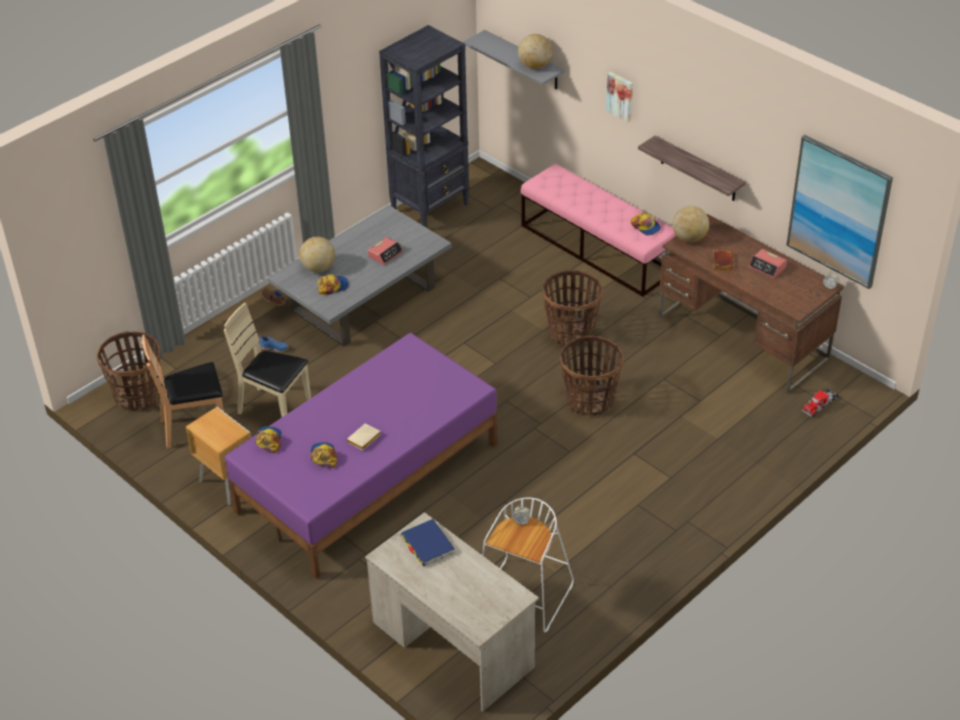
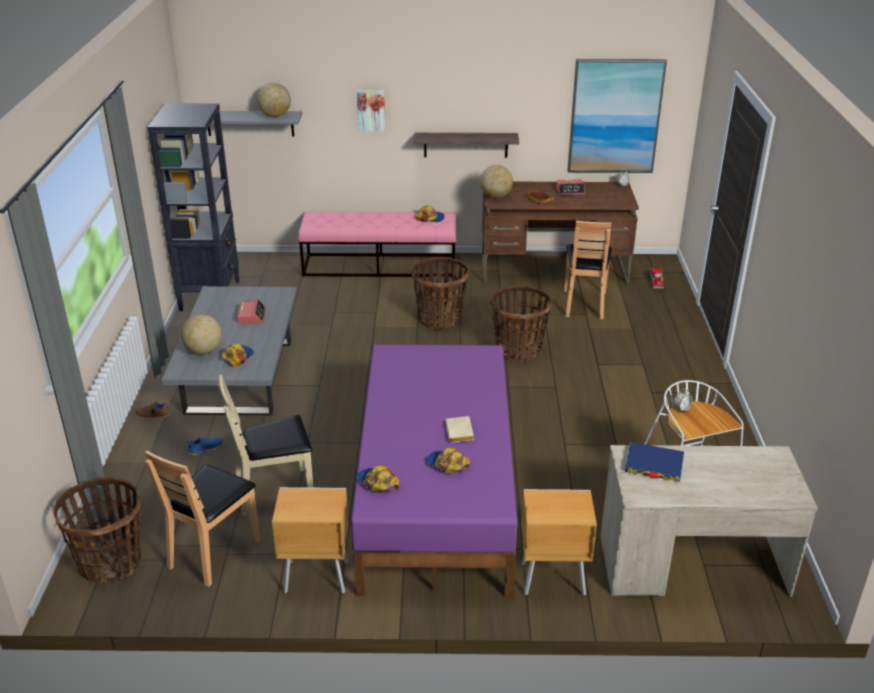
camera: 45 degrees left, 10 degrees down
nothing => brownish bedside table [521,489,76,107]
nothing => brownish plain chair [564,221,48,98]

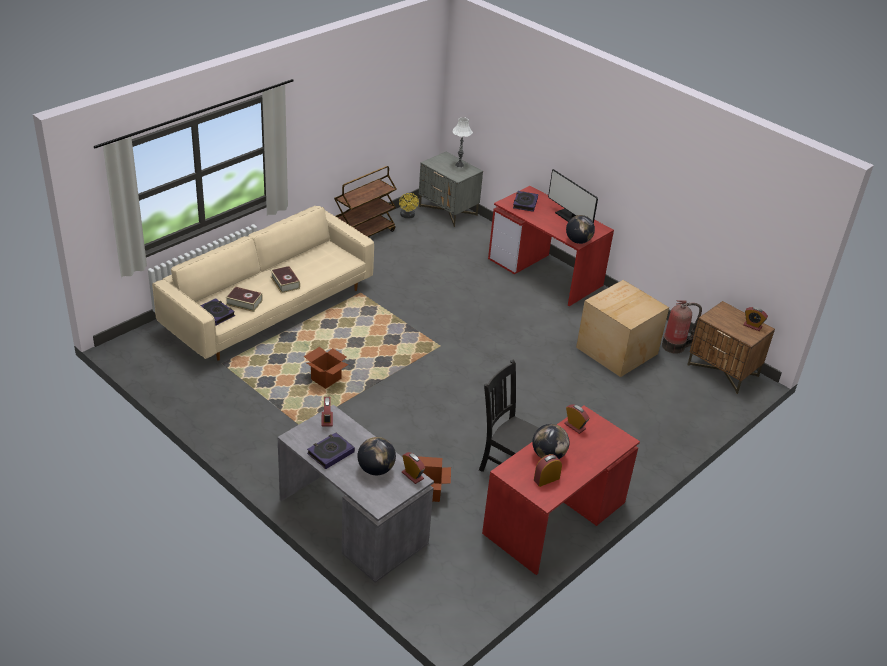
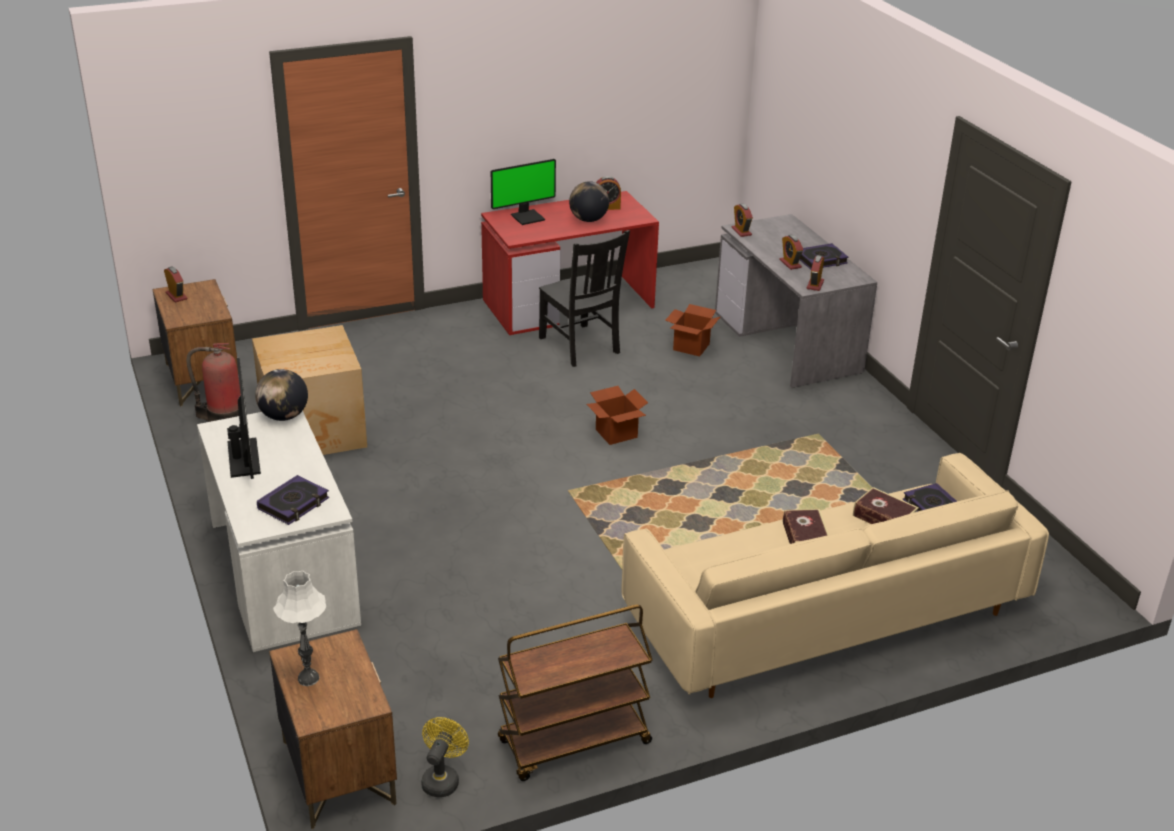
camera: 155 degrees left, 5 degrees down
world globe [357,437,39,38] => nothing
nothing => monitor [491,159,65,66]
cardboard box [304,347,45,42] => cardboard box [587,386,61,59], relocated
alarm clock [564,404,25,30] => alarm clock [779,235,24,35], relocated
grey bedside table [419,152,64,75] => brownish bedside table [269,629,128,200]
reddish desk table [488,186,126,120] => white desk table [197,411,164,241]

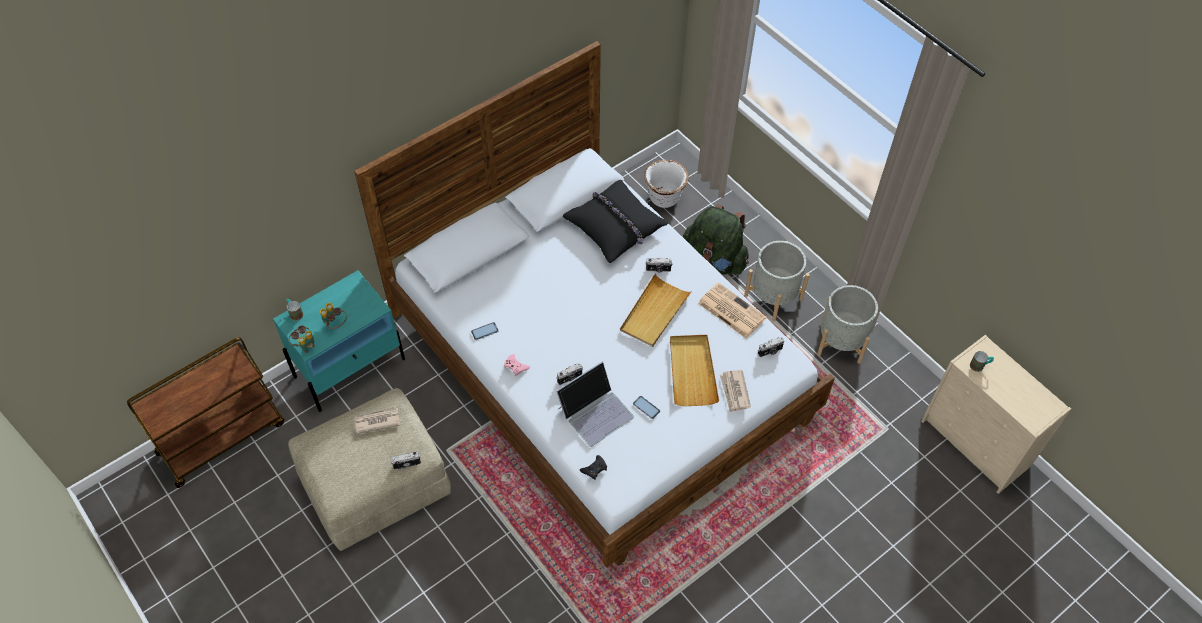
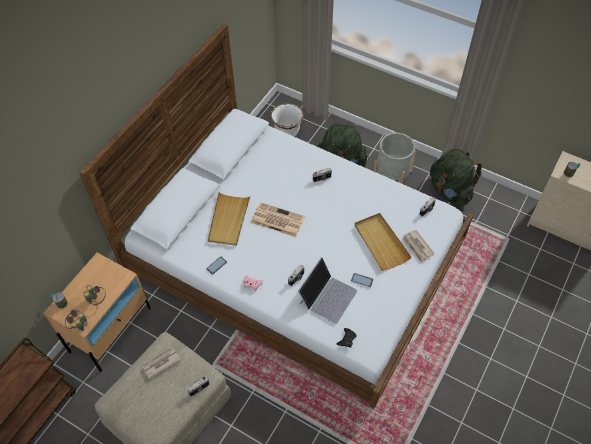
camera: 20 degrees left, 0 degrees up
blackish pillow [563,180,105,83] => nothing
beige-coloured carrying tray [620,273,72,74] => beige-coloured carrying tray [208,192,42,54], relocated
daily paper [698,282,69,56] => daily paper [251,202,54,35], relocated
grey flower pot [817,285,61,79] => green backpack [430,149,52,57]
turquoise bedside table [273,270,132,142] => beige-coloured bedside table [44,253,107,119]

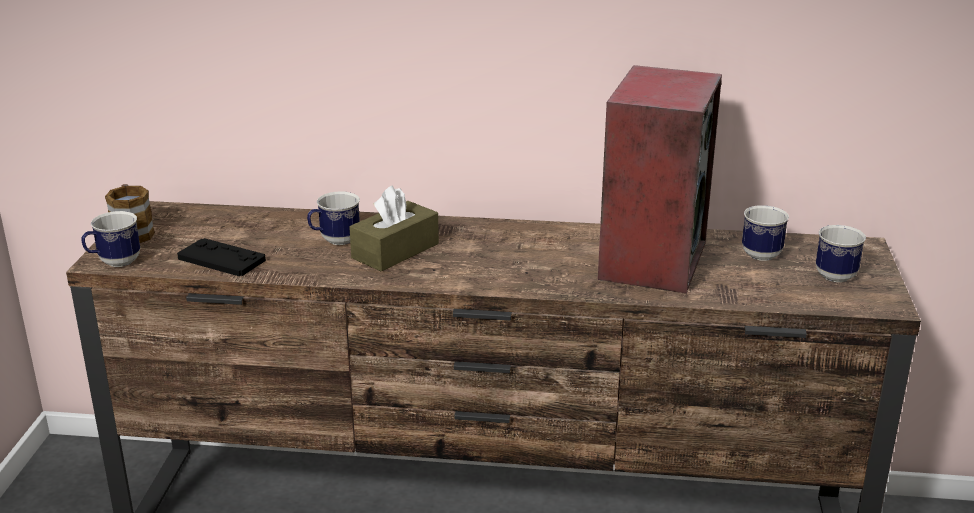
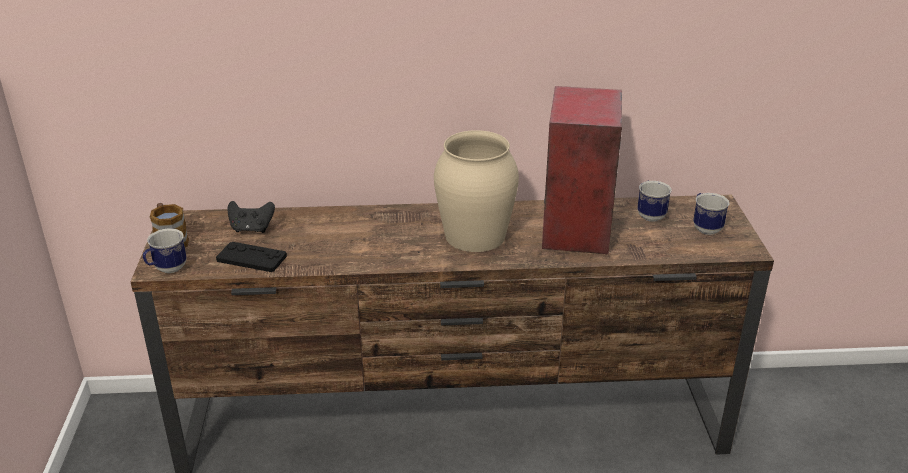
camera: 10 degrees left, 5 degrees up
mug [307,192,53,53] => nothing
brownish tissue holder [349,185,90,87] => nothing
nothing => blackish joypad [227,201,48,32]
nothing => beige-coloured flower vase [434,130,85,122]

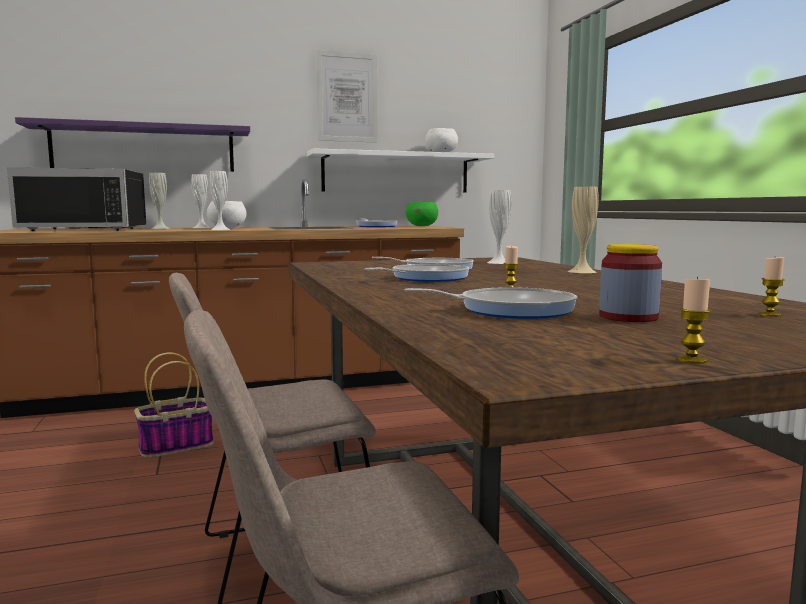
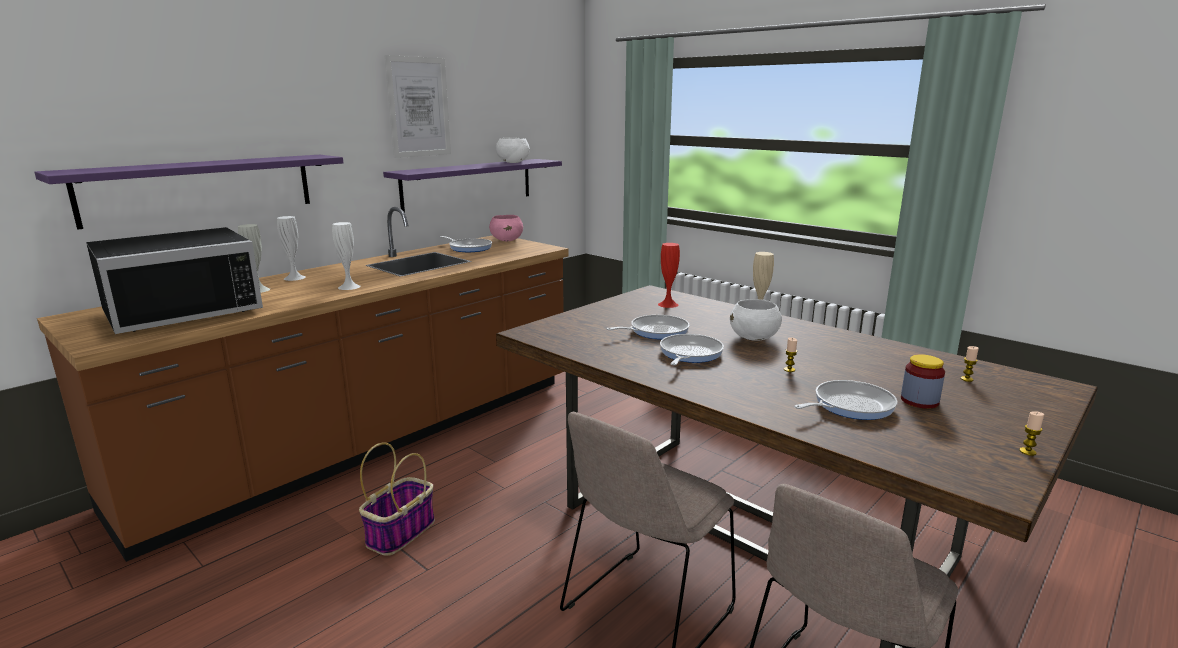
camera: 30 degrees left, 10 degrees up
white bowl [207,201,40,27] => white bowl [730,299,52,42], relocated
white shelf [307,148,187,45] => purplish shelf [383,159,179,54]
green bowl [406,202,32,24] => pink-coloured bowl [489,215,34,26]
white flower vase [487,190,24,74] => reddish flower vase [658,243,22,65]

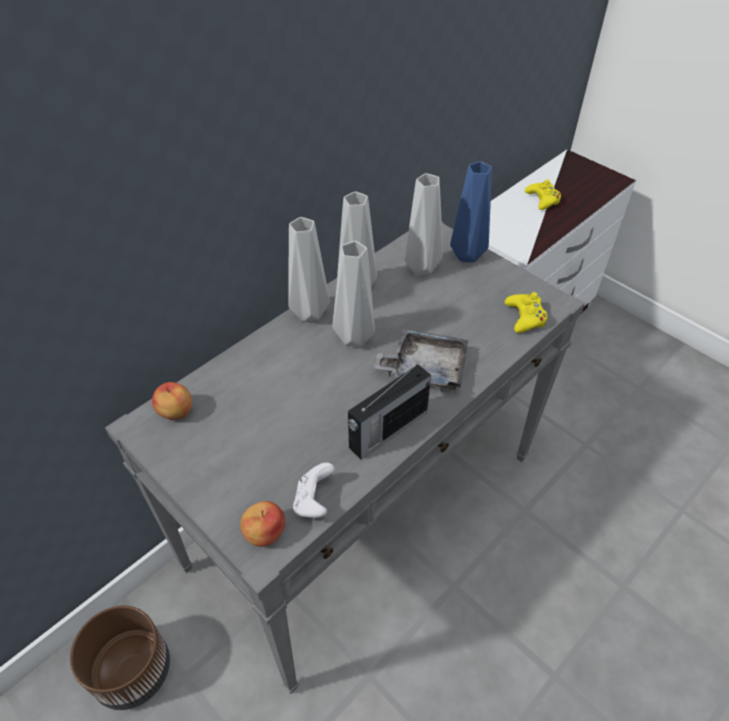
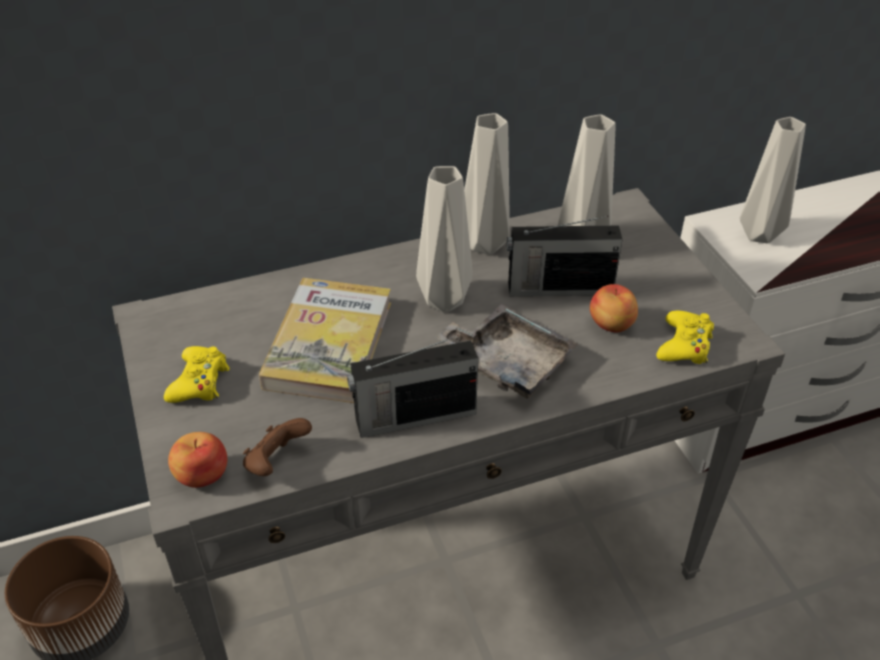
camera: 25 degrees right, 5 degrees down
blue flower vase [450,161,42,102] => nothing
nothing => volume [259,278,132,125]
nothing => radio receiver [507,216,115,80]
apple [152,382,40,38] => apple [590,284,48,48], relocated
grey flower vase [288,217,42,105] => grey flower vase [740,117,66,126], relocated
yellow-coloured joypad [525,180,36,30] => yellow-coloured joypad [164,346,66,57], relocated
white joypad [293,463,41,55] => brownish joypad [243,418,69,58]

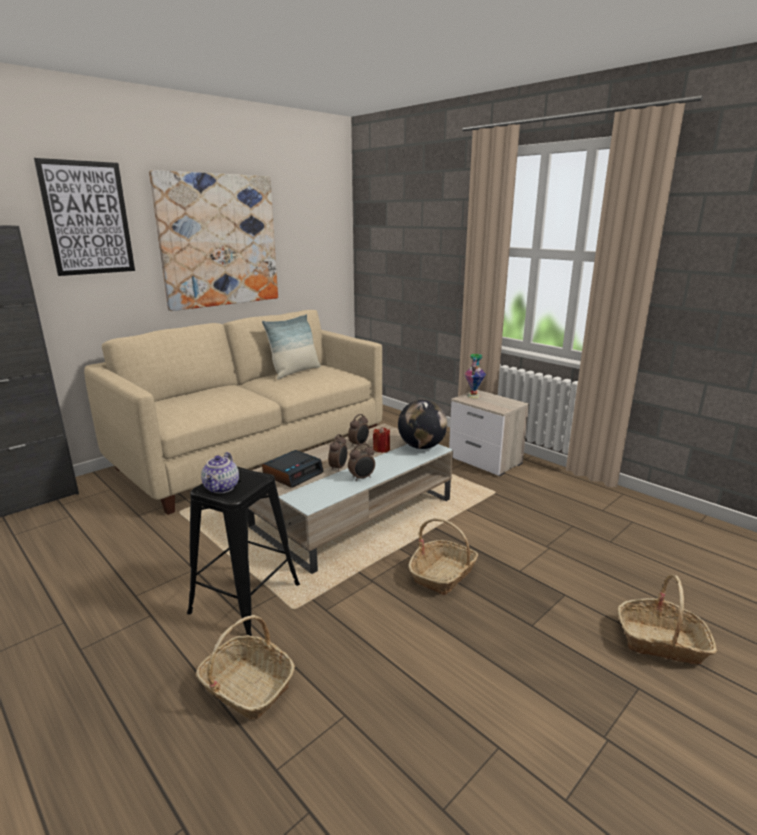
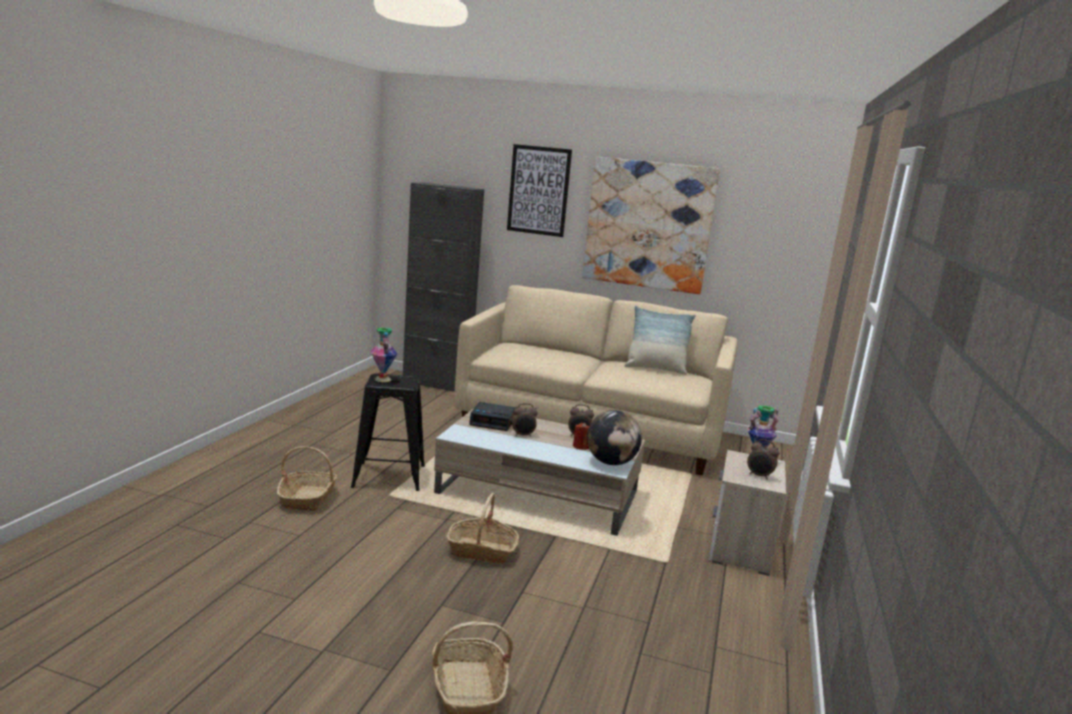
camera: 60 degrees right, 5 degrees down
alarm clock [348,443,27,38] => alarm clock [747,439,32,41], relocated
tea pot [201,452,38,42] => flower vase [370,328,27,54]

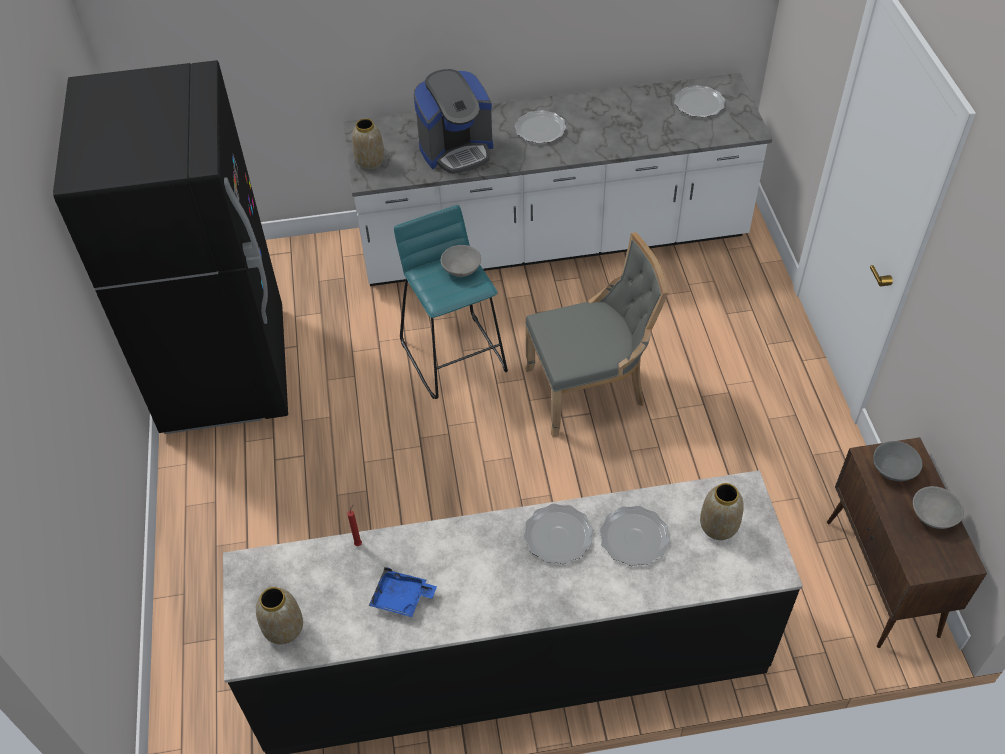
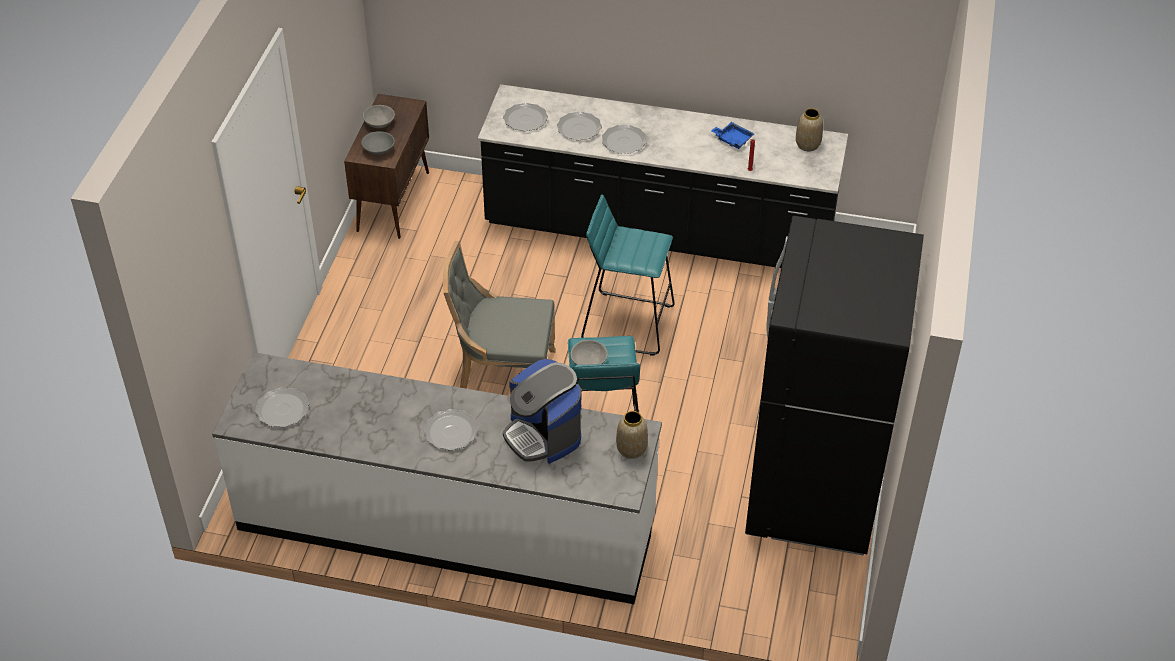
camera: 160 degrees left, 5 degrees down
nothing => turquoise sitting stool [581,194,94,162]
flower vase [700,483,44,57] => dinner plate [503,103,45,28]
coffee machine [414,69,79,105] => coffee machine [503,359,78,105], 120 degrees counterclockwise

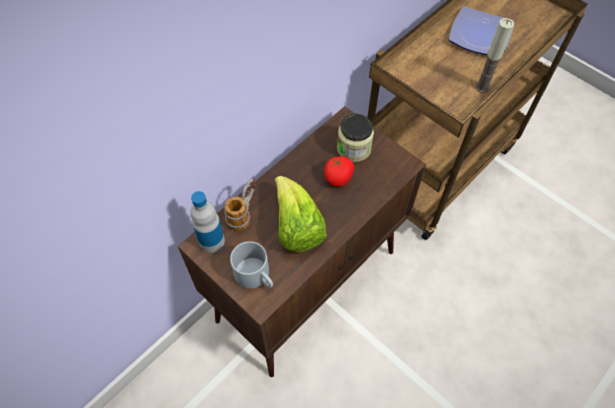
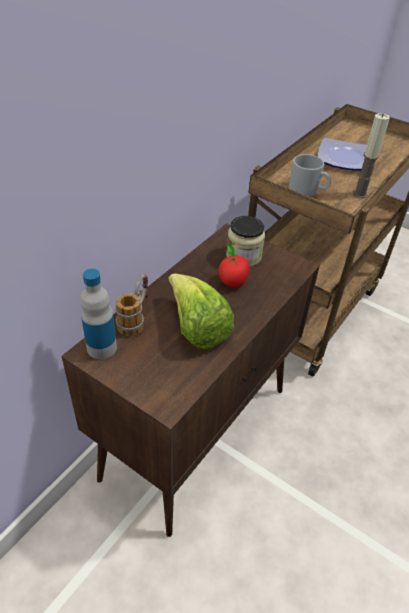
camera: 10 degrees left, 15 degrees down
grey mug [230,241,43,48] => grey mug [289,154,42,42], relocated

